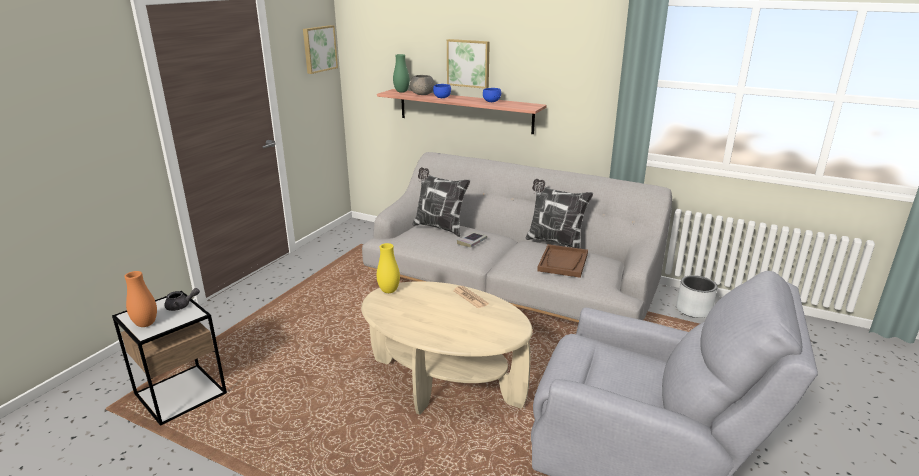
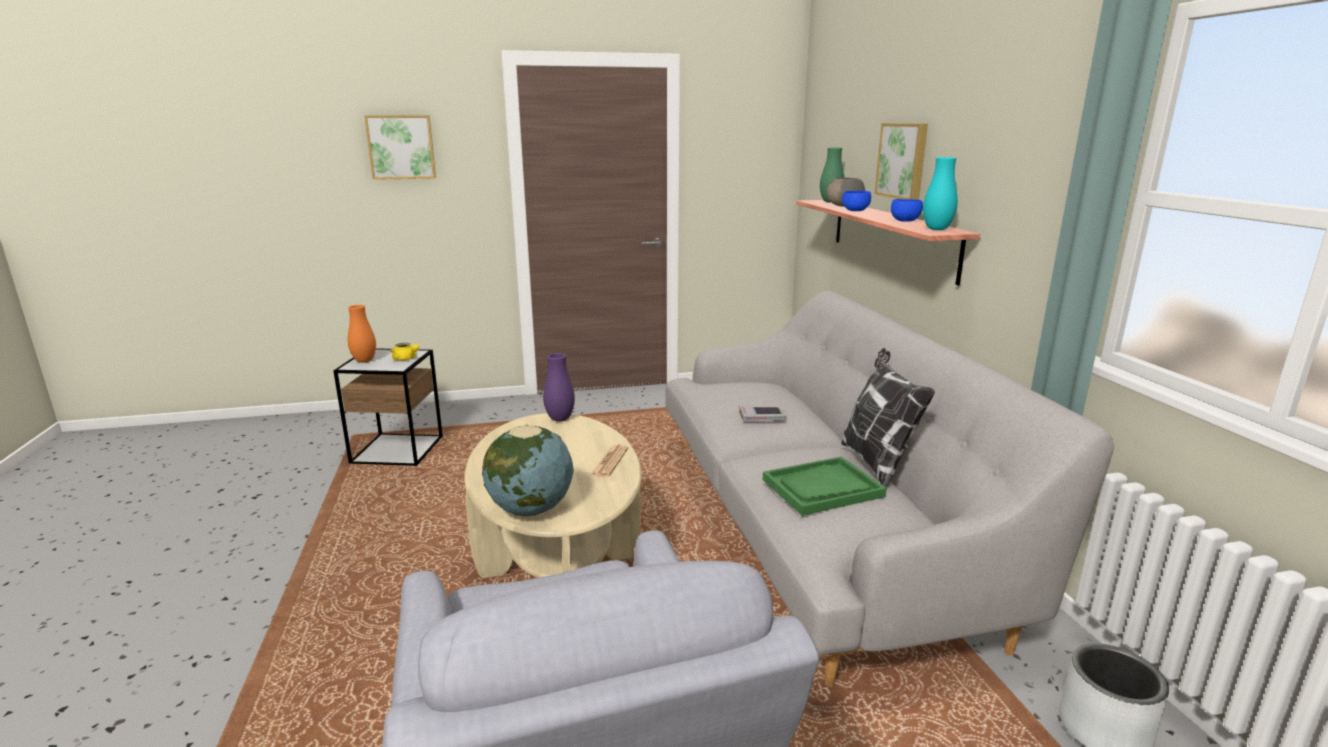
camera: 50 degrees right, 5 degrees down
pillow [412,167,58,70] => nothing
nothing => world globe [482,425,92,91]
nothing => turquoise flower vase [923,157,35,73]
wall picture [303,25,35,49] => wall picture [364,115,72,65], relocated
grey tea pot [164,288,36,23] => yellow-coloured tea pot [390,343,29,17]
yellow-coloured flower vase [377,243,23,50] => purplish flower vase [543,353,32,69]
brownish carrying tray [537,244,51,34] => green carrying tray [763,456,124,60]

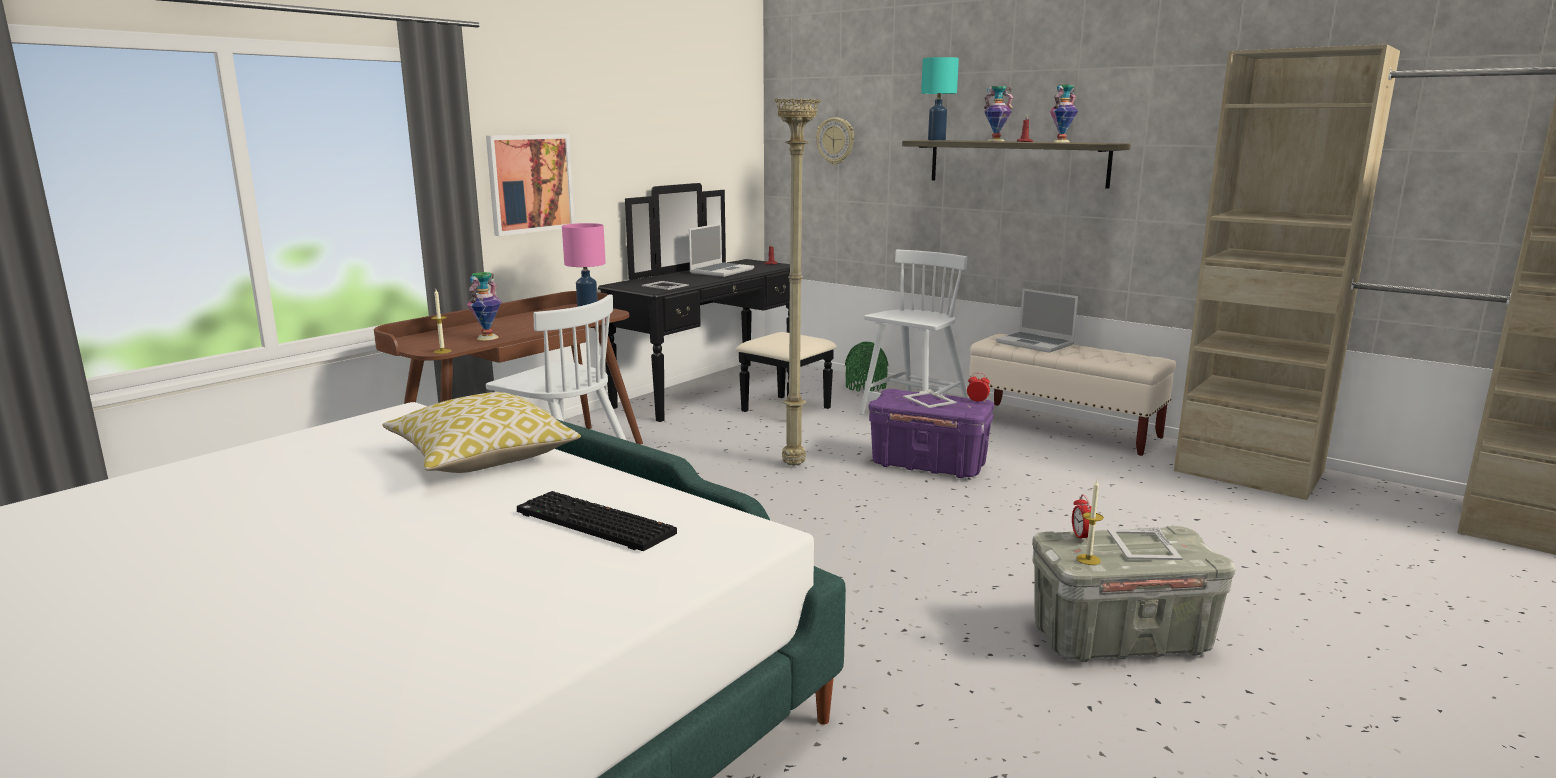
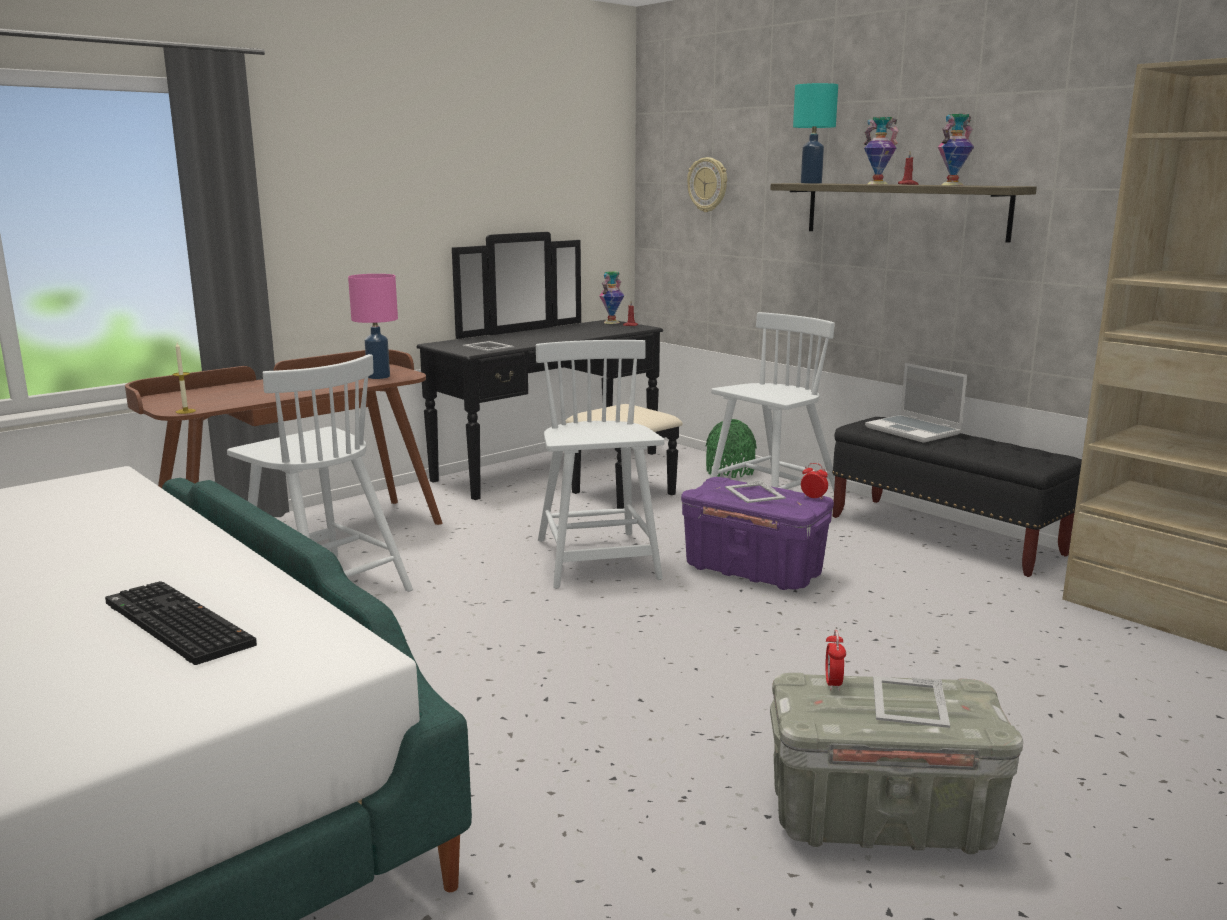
camera: 10 degrees right, 0 degrees up
pillow [382,392,199,81] => nothing
wall picture [486,134,89,102] => nothing
notebook computer [689,223,65,54] => nothing
wax light [1077,480,27,85] => nothing
flower vase [467,272,34,68] => flower vase [599,271,25,53], relocated
beige-coloured standard lamp [775,98,45,368] => white plain chair [536,340,129,249]
beige-coloured bench [969,334,207,122] => blackish bench [832,417,250,160]

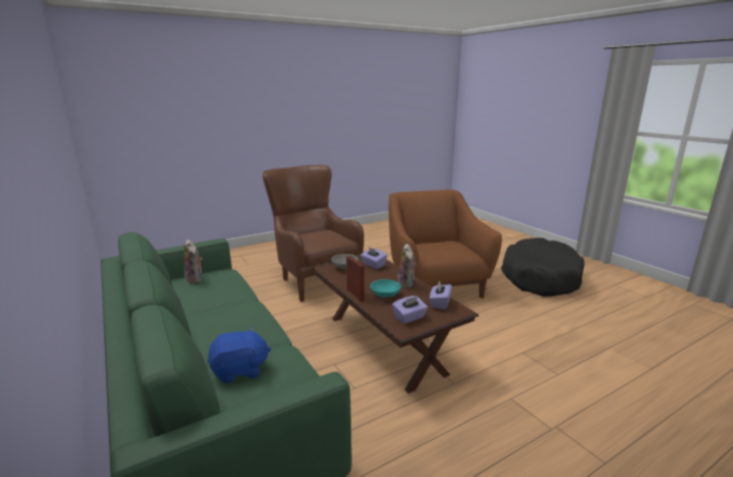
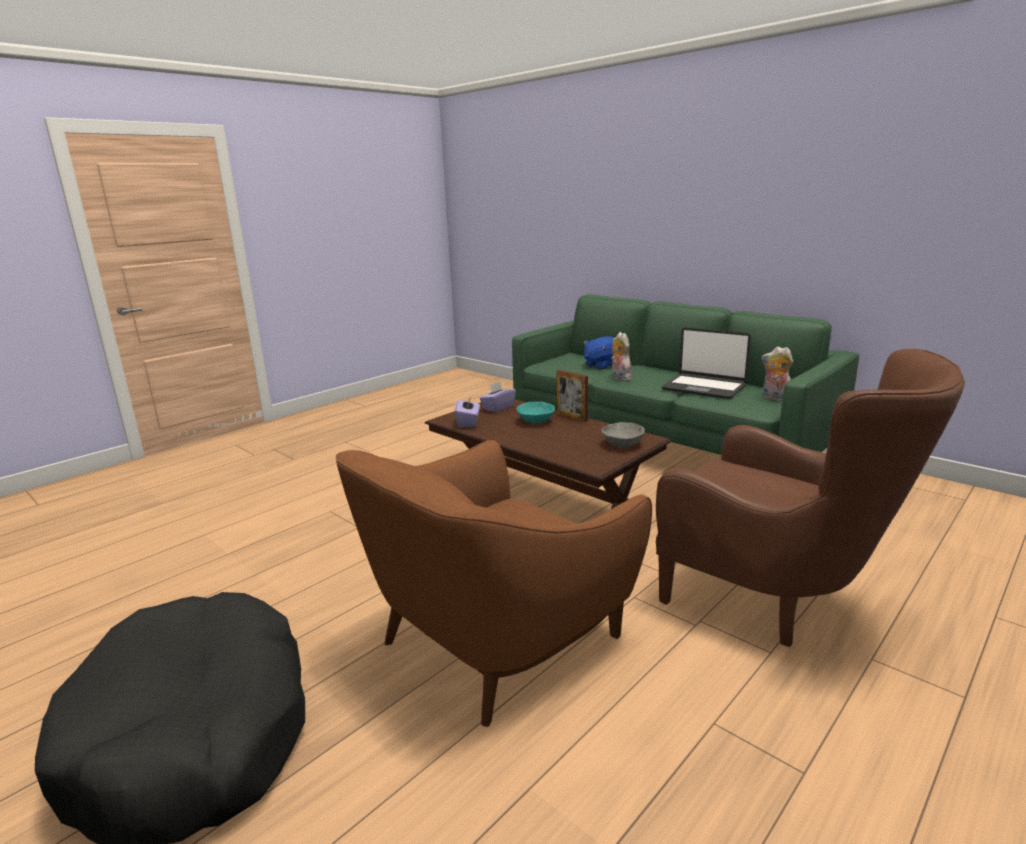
camera: 165 degrees right, 0 degrees up
purplish tissue holder [360,247,27,22] => nothing
nothing => notebook computer [662,327,89,72]
plush toy [398,243,19,45] => plush toy [611,332,21,49], relocated
brownish easy chair [389,190,113,108] => brownish easy chair [336,440,316,287], 75 degrees clockwise

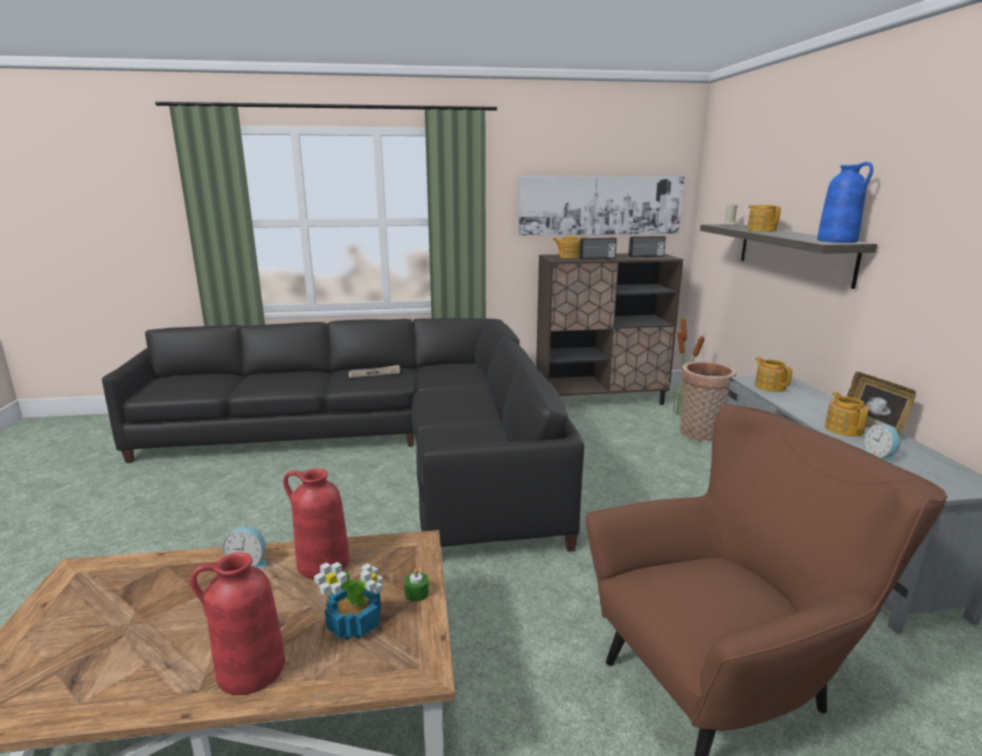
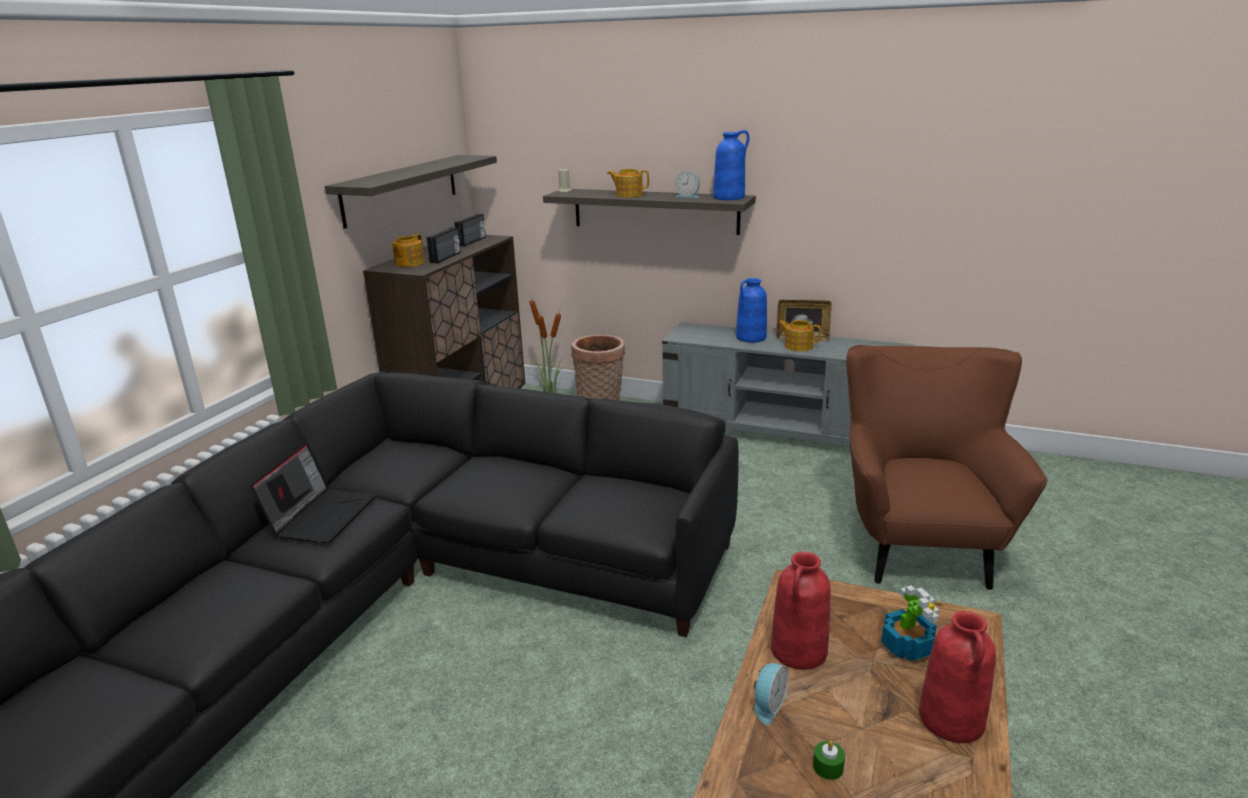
camera: 60 degrees left, 5 degrees up
tea pot [755,357,37,35] => nothing
nothing => blue flower vase [736,278,31,65]
green wax light [404,568,25,34] => green wax light [813,741,32,39], relocated
alarm clock [864,424,38,40] => alarm clock [675,171,25,27], relocated
daily paper [348,365,52,13] => notebook computer [251,443,125,101]
wall picture [519,176,165,60] => shelf [325,155,172,74]

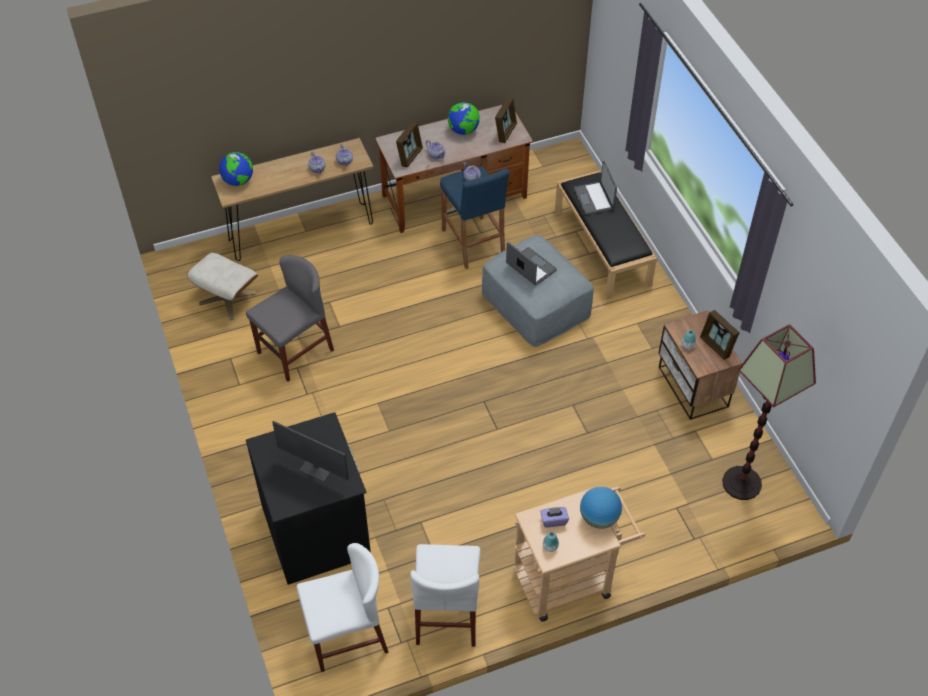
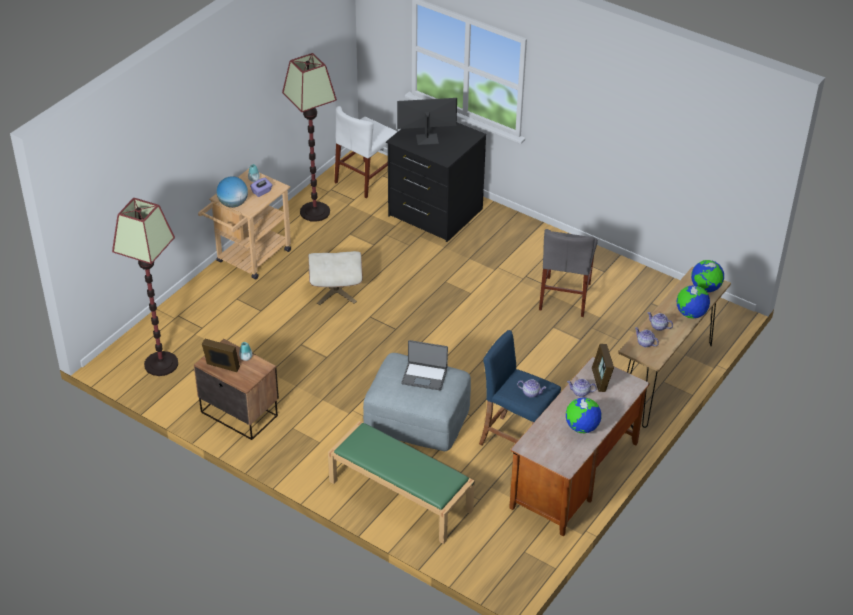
camera: 145 degrees right, 10 degrees down
photo frame [495,98,22,45] => nothing
notebook computer [574,161,43,54] => nothing
nothing => world globe [677,285,33,34]
beige-coloured footrest [187,253,71,67] => beige-coloured footrest [308,251,55,54], relocated
white plain chair [410,544,71,103] => standard lamp [282,53,55,169]
blackish bench [555,170,102,129] => green bench [328,421,147,123]

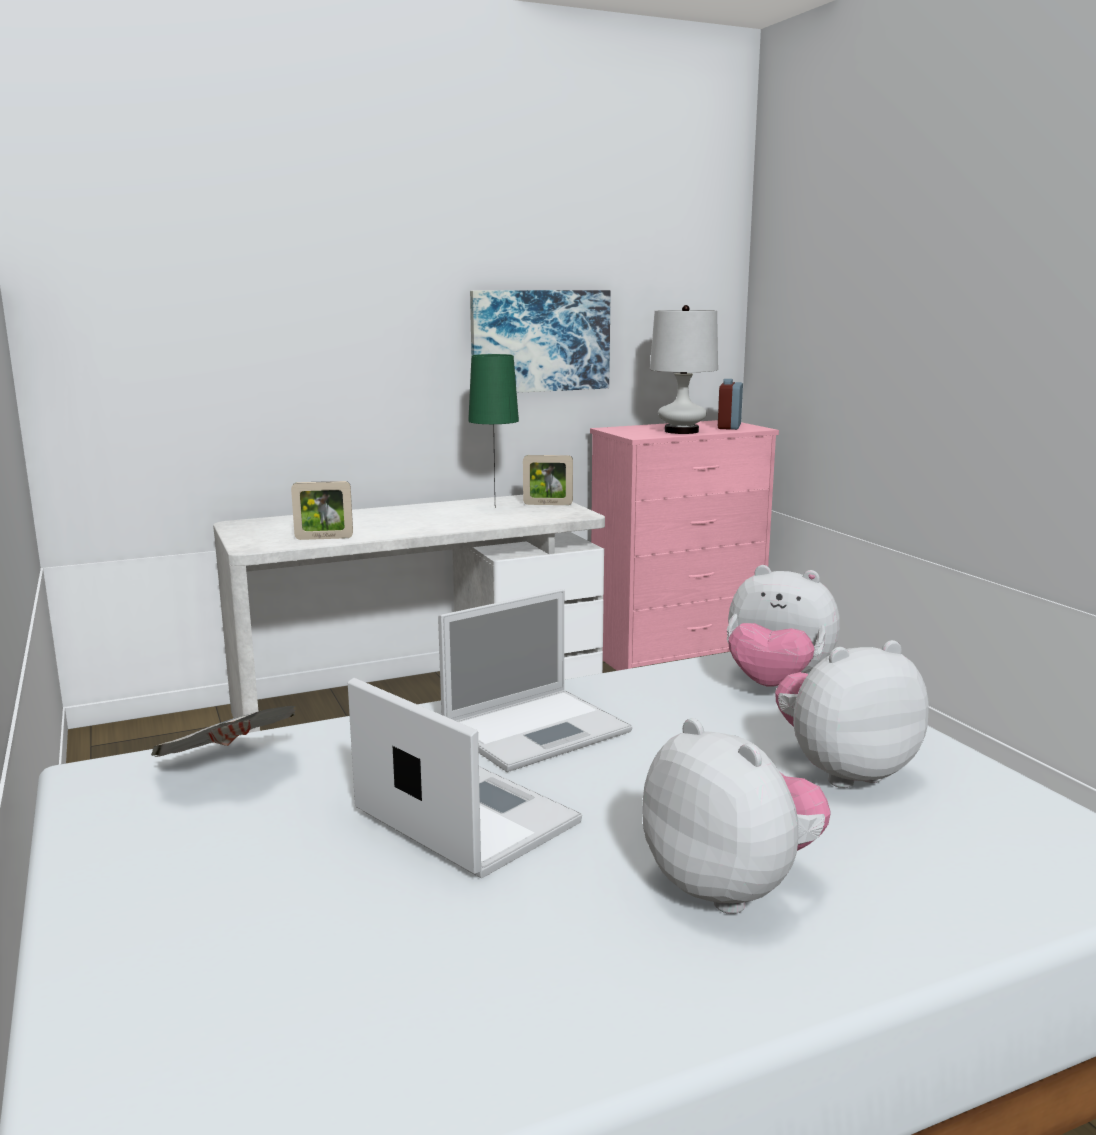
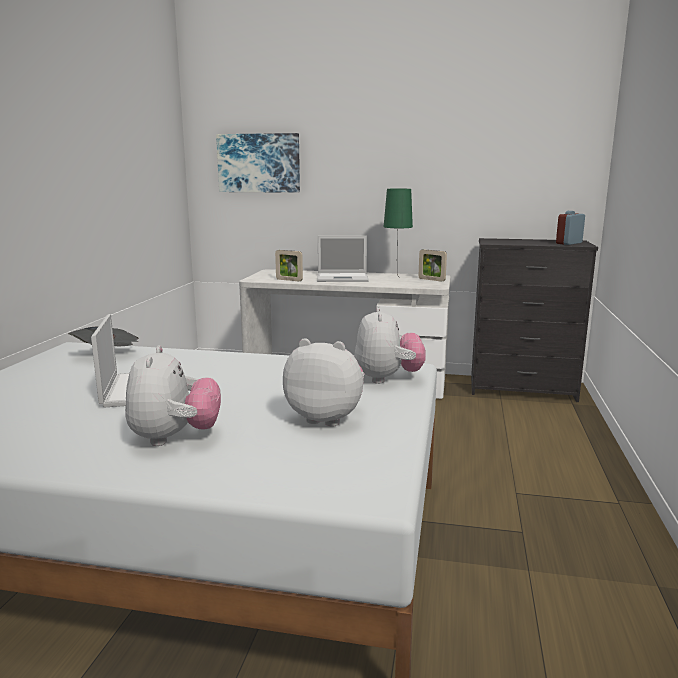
camera: 35 degrees right, 0 degrees up
white table lamp [650,305,68,129] => nothing
notebook computer [438,589,194,183] => notebook computer [317,236,52,46], relocated
wall picture [470,290,141,103] => wall picture [216,133,84,60], relocated
pink-coloured chest of drawers [590,420,189,251] => blackish chest of drawers [471,238,127,164]
plush toy [727,565,113,121] => plush toy [354,307,71,77], 150 degrees counterclockwise

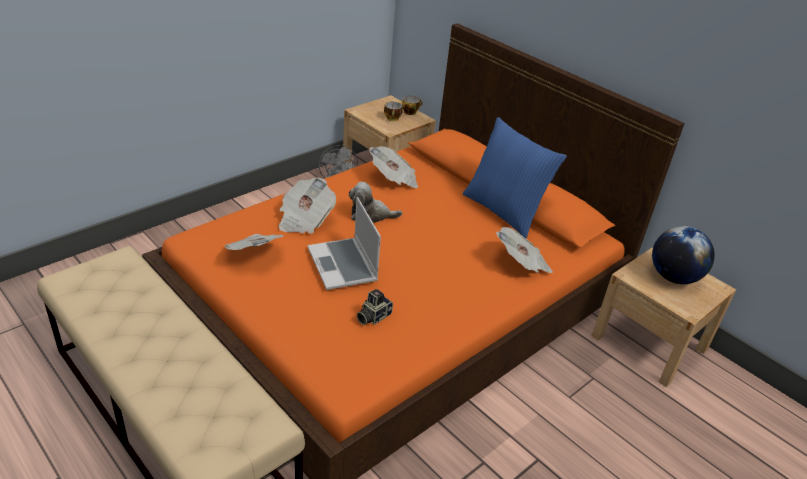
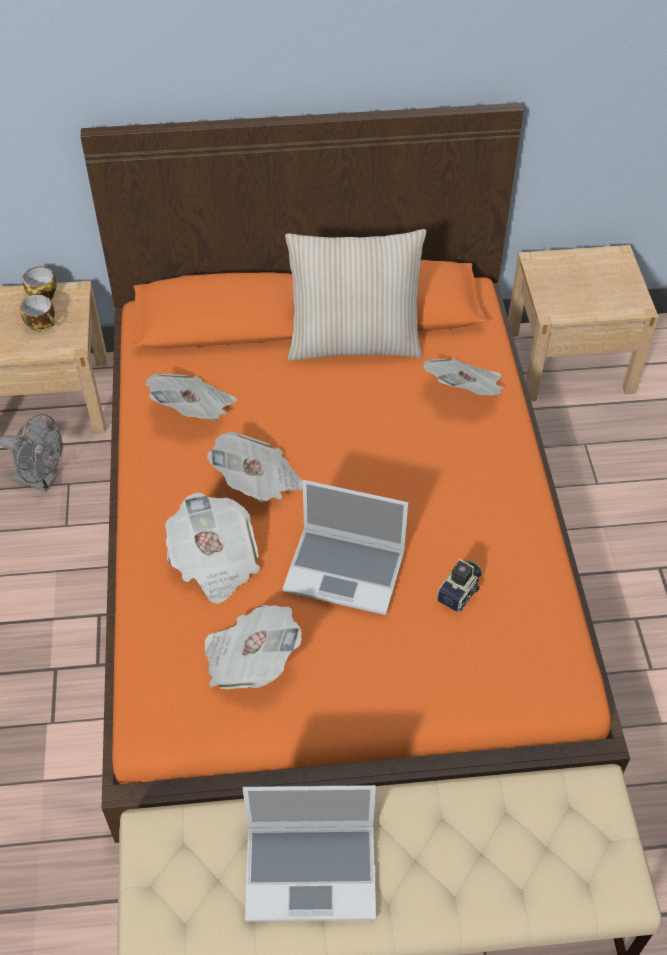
camera: 50 degrees left, 15 degrees up
world globe [652,226,63,58] => nothing
nothing => notebook computer [243,785,133,136]
plush toy [349,182,53,40] => daily paper [207,432,96,70]
blue pillow [463,117,104,121] => beige-coloured pillow [285,229,141,132]
photo camera [357,289,36,36] => photo camera [437,559,45,54], 135 degrees counterclockwise

